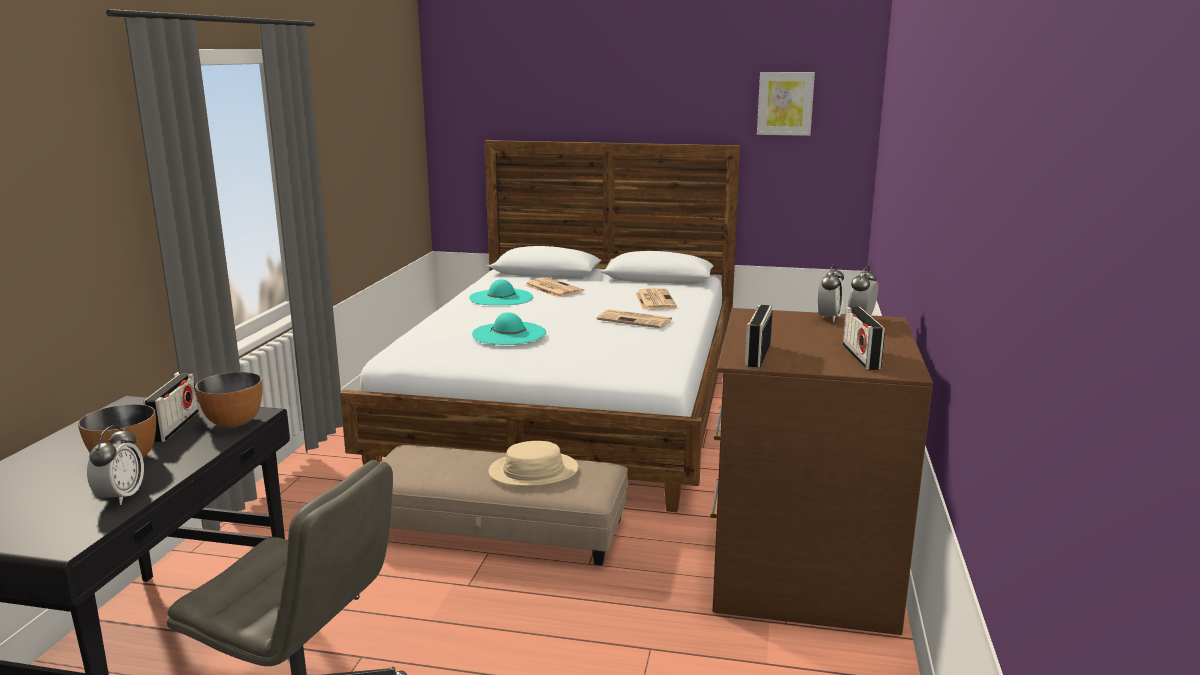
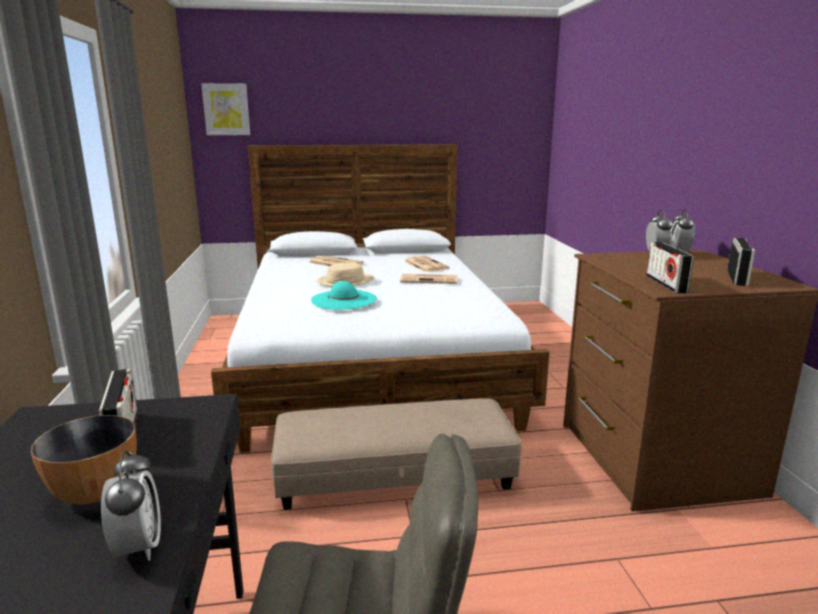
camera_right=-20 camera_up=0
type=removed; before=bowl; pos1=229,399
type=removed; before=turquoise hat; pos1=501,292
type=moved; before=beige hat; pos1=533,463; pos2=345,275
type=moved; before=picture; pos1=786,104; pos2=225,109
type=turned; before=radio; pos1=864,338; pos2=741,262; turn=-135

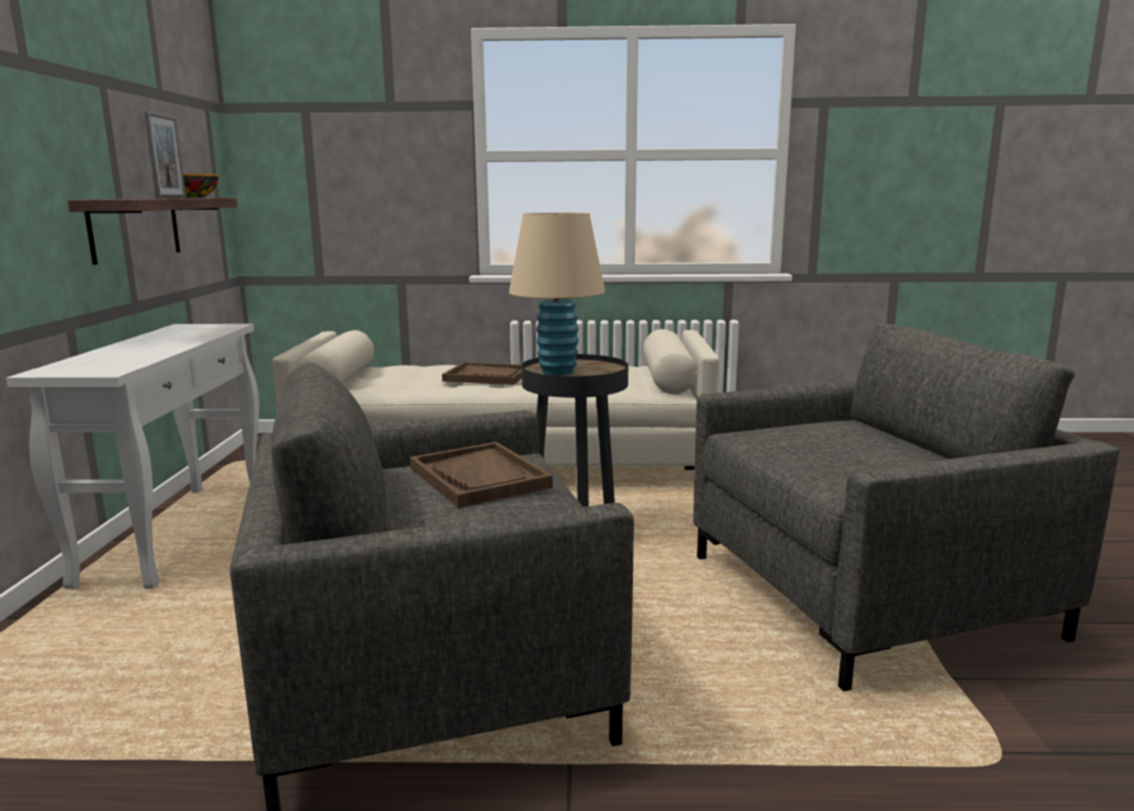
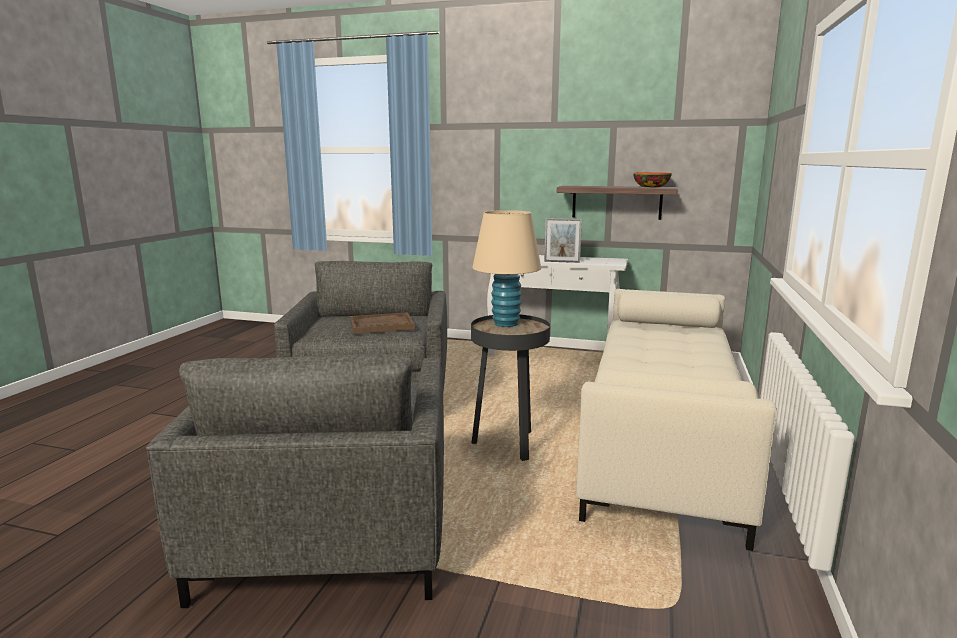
camera_right=105 camera_up=0
type=moved; before=picture frame; pos1=165,154; pos2=563,240
type=removed; before=brown tray; pos1=482,373

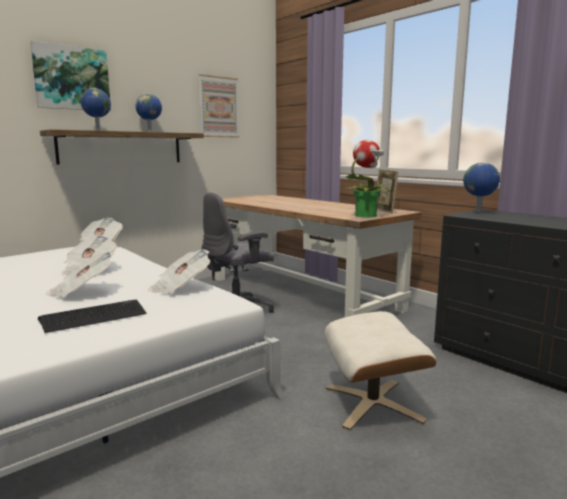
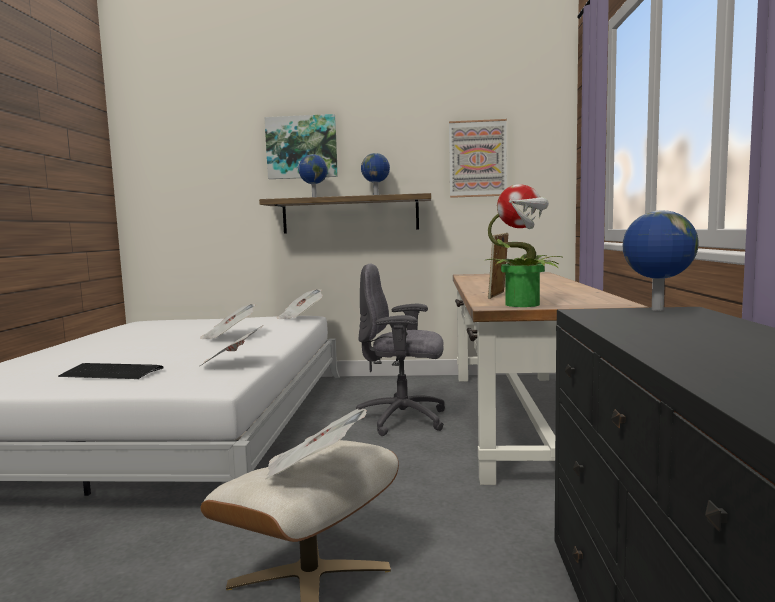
camera_right=45 camera_up=-5
type=moved; before=newspaper; pos1=80,274; pos2=316,444
type=moved; before=picture frame; pos1=388,191; pos2=498,266

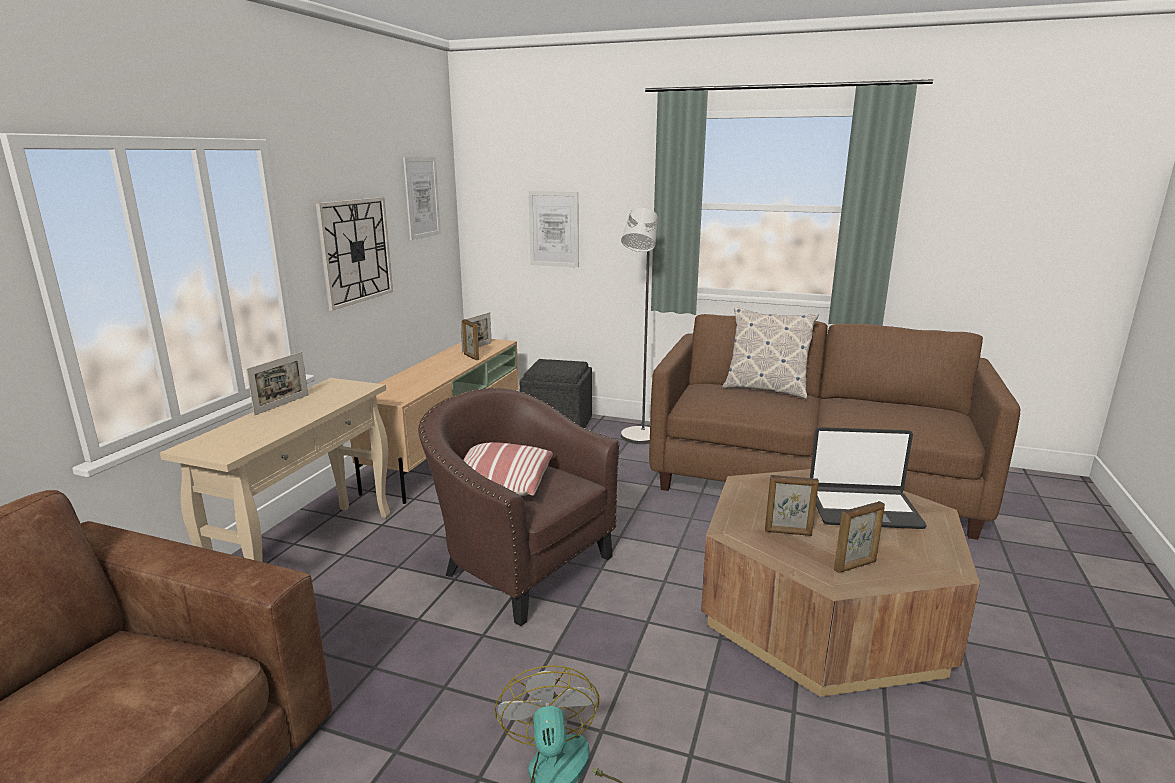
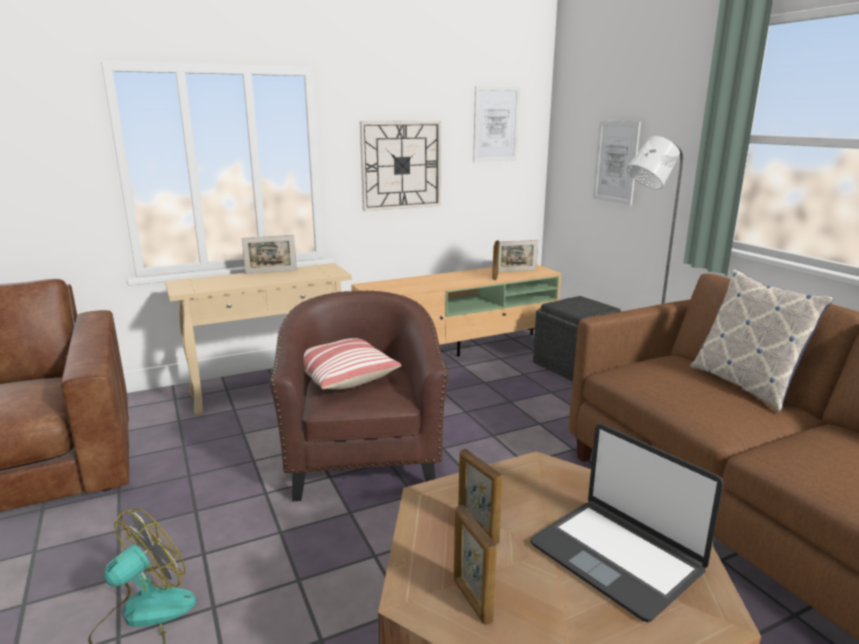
camera_right=45 camera_up=0
type=turned; before=picture frame; pos1=859,537; pos2=475,565; turn=45

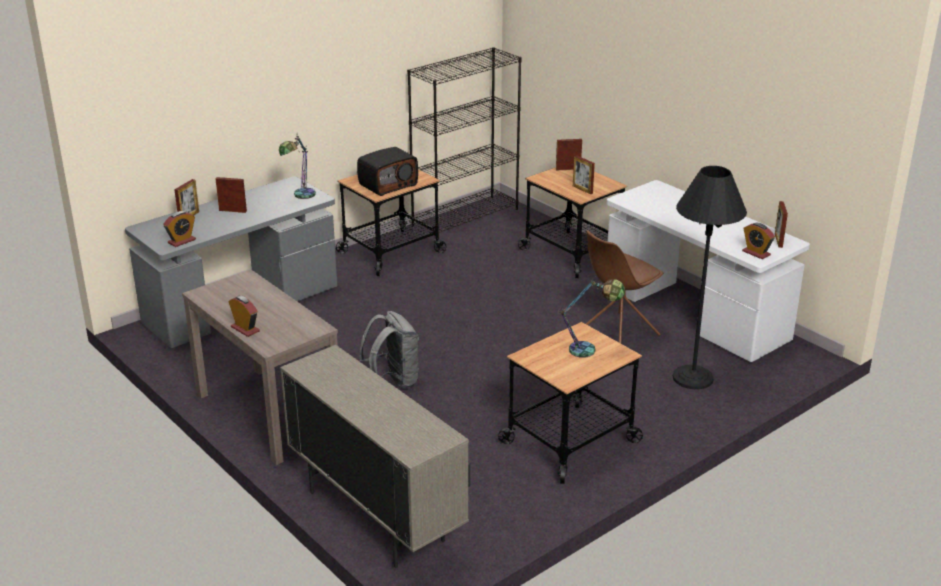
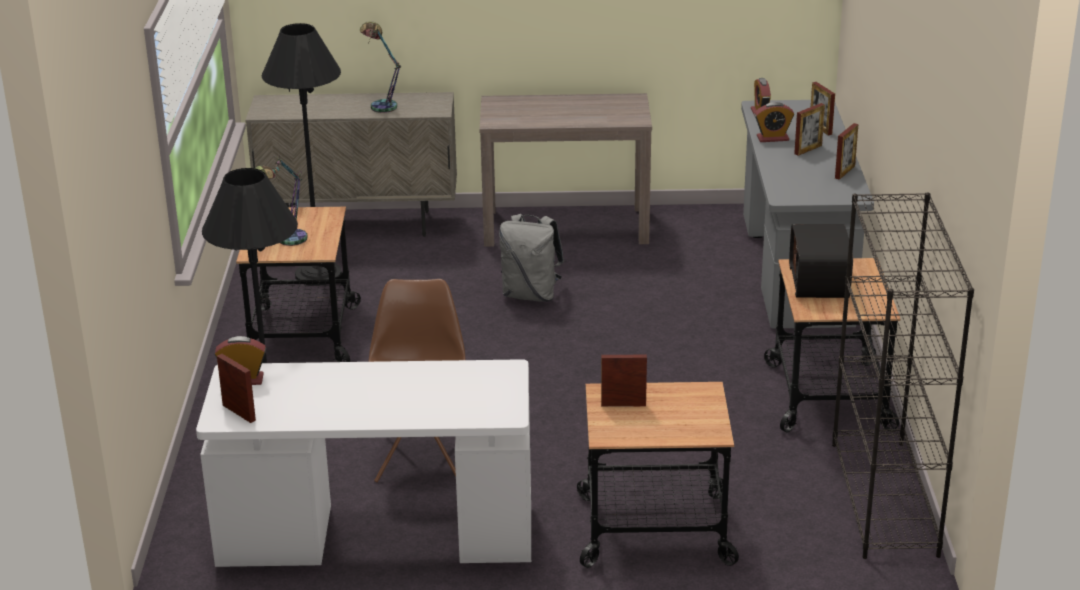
camera_right=130 camera_up=0
type=moved; before=alarm clock; pos1=244,316; pos2=774,122
type=moved; before=table lamp; pos1=297,166; pos2=380,67
type=moved; before=picture frame; pos1=569,154; pos2=846,151
type=added; after=black floor lamp; pos2=301,154

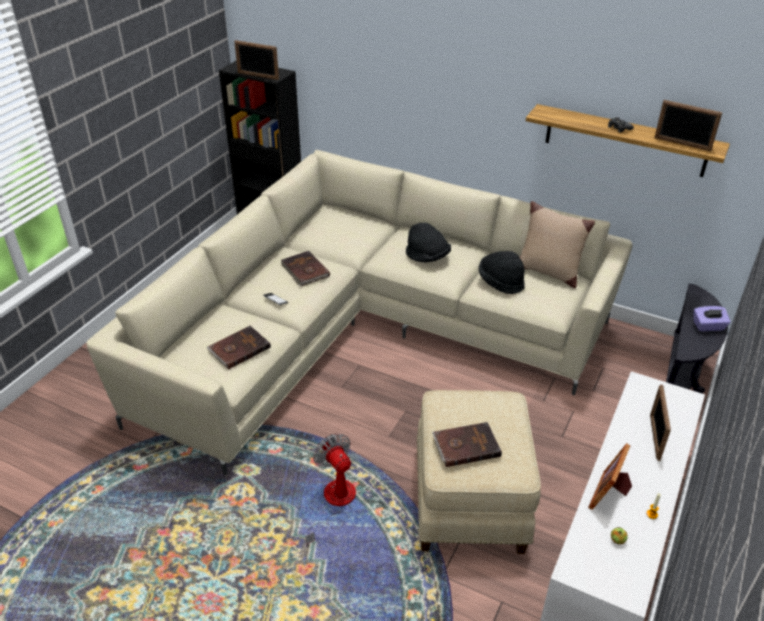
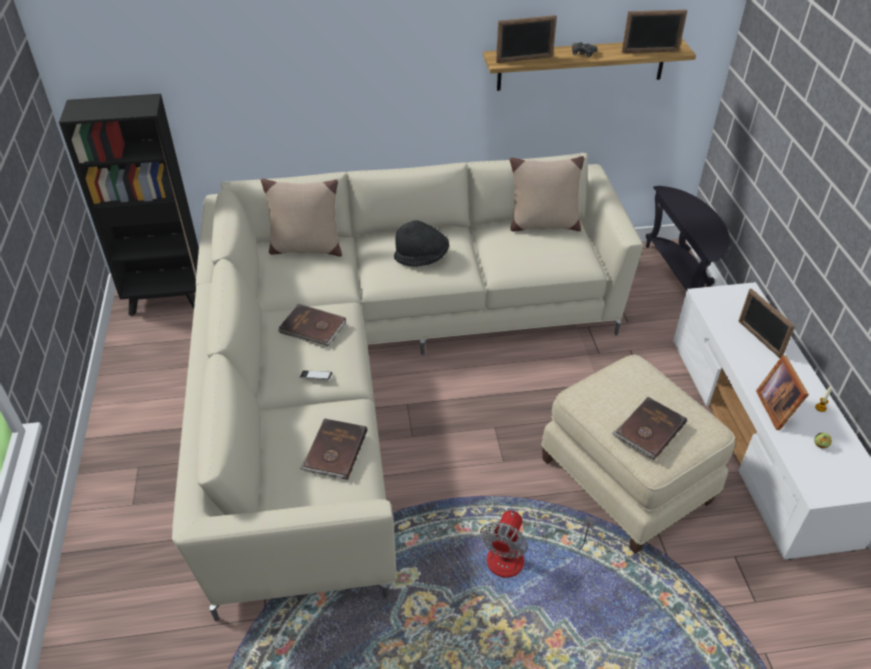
camera_right=-35 camera_up=5
type=moved; before=picture frame; pos1=256,60; pos2=526,39
type=turned; before=fan; pos1=331,490; pos2=537,544; turn=-90
type=removed; before=black hat; pos1=502,272
type=removed; before=purple tissue box; pos1=712,318
type=added; after=beige pillow; pos2=301,218

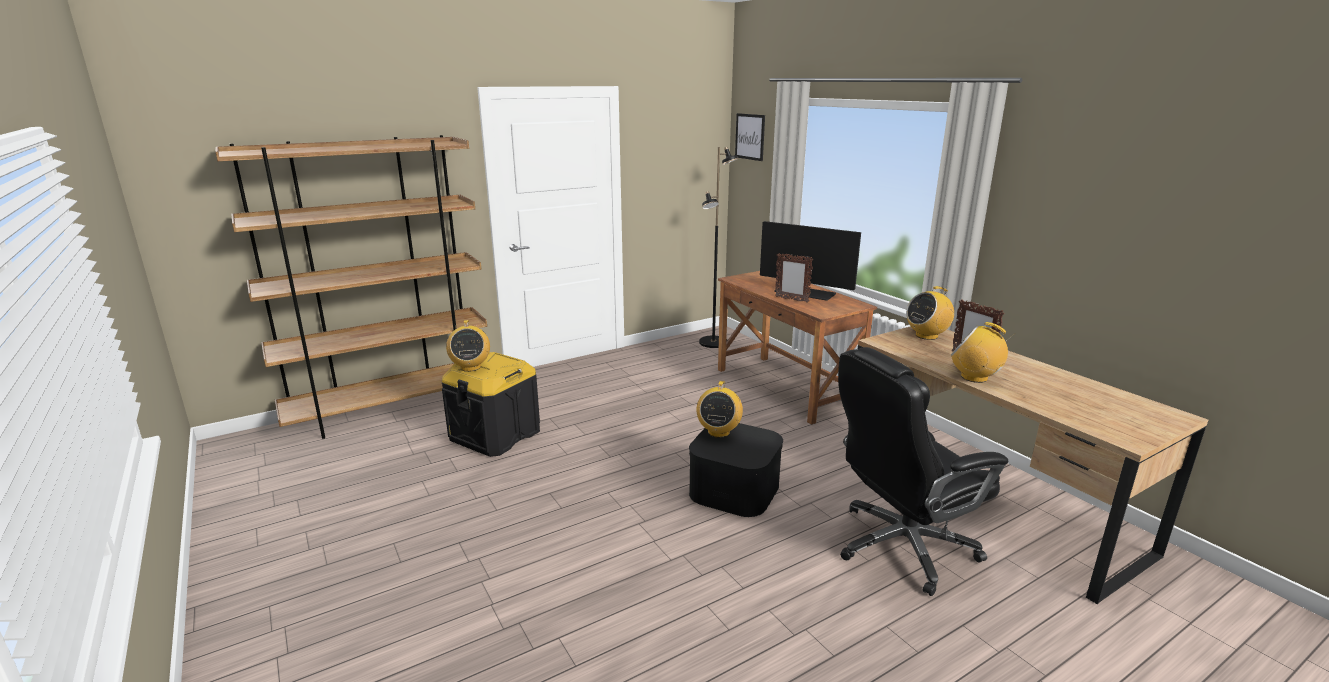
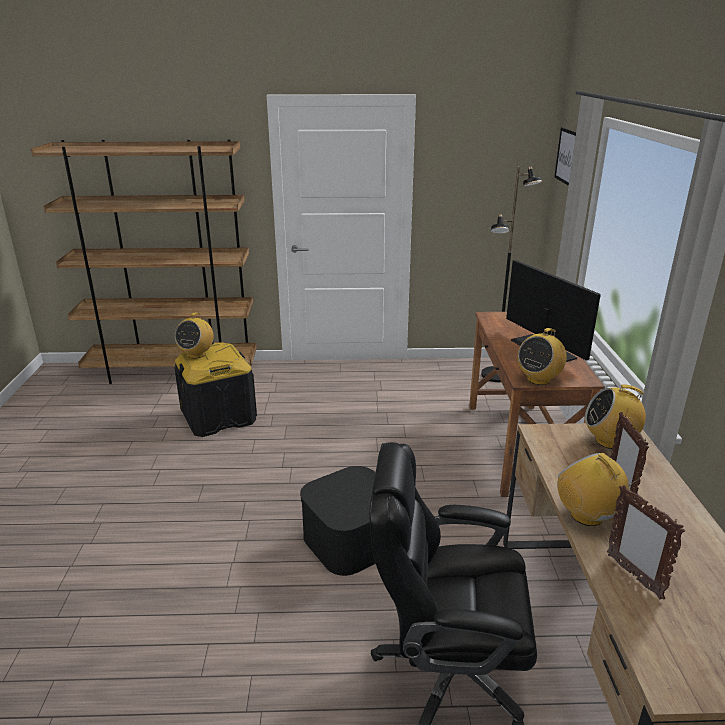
camera_right=30 camera_up=5
type=moved; before=radio; pos1=719,409; pos2=542,356
type=moved; before=picture frame; pos1=794,278; pos2=646,542

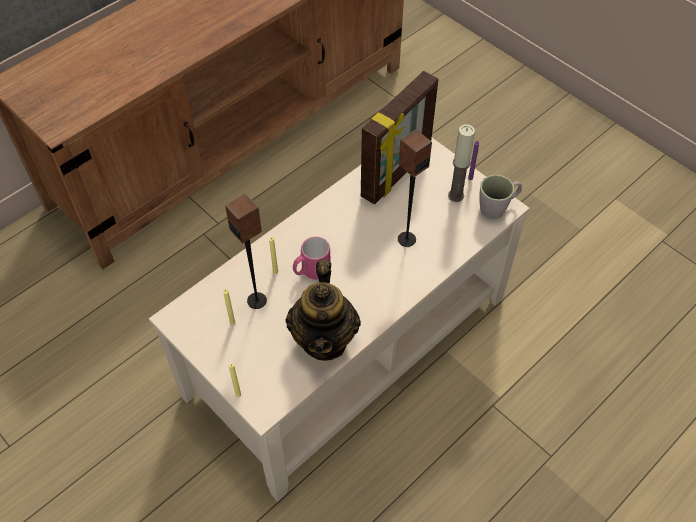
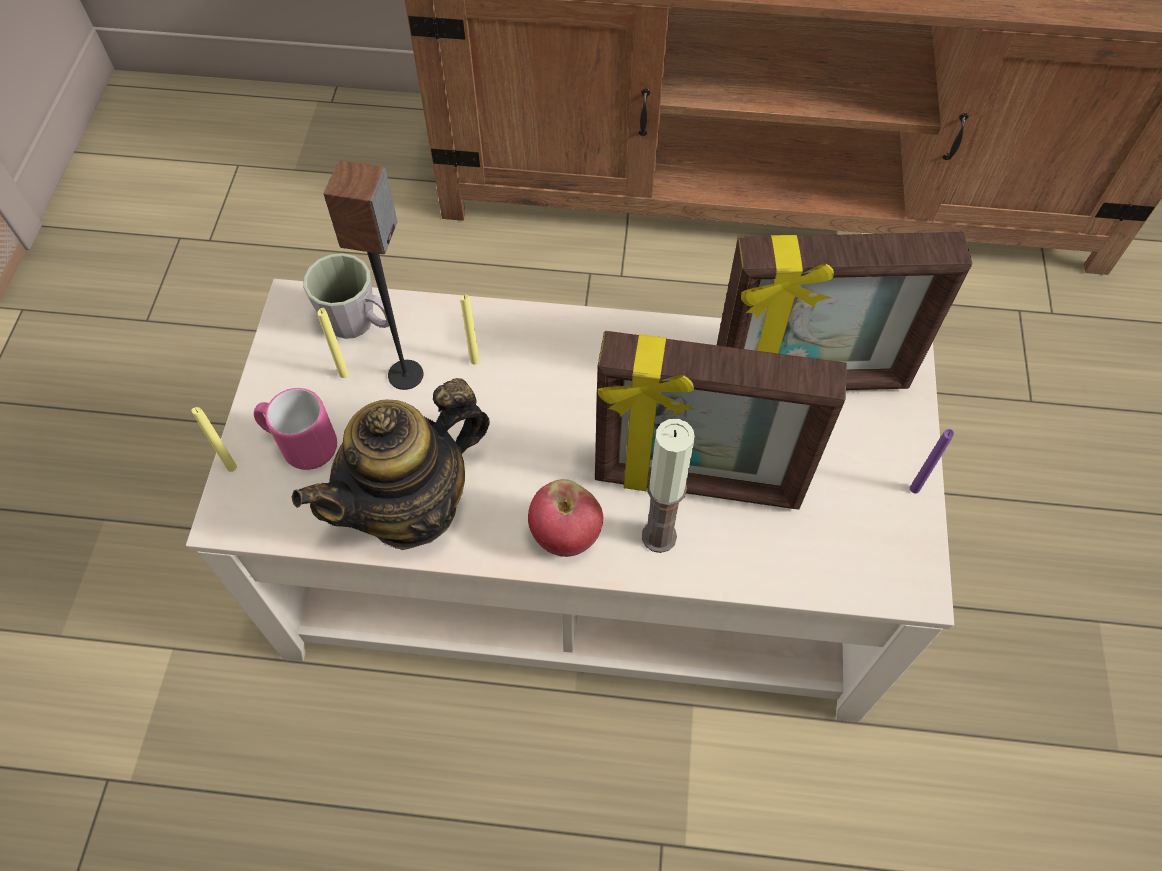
camera_right=50 camera_up=5
type=moved; before=pink mug; pos1=312,258; pos2=295,429
type=replaced; before=speaker; after=picture frame; pos1=415,188; pos2=721,420
type=moved; before=candle; pos1=461,163; pos2=668,486
type=moved; before=grey mug; pos1=501,196; pos2=346,296
type=added; after=apple; pos2=565,518

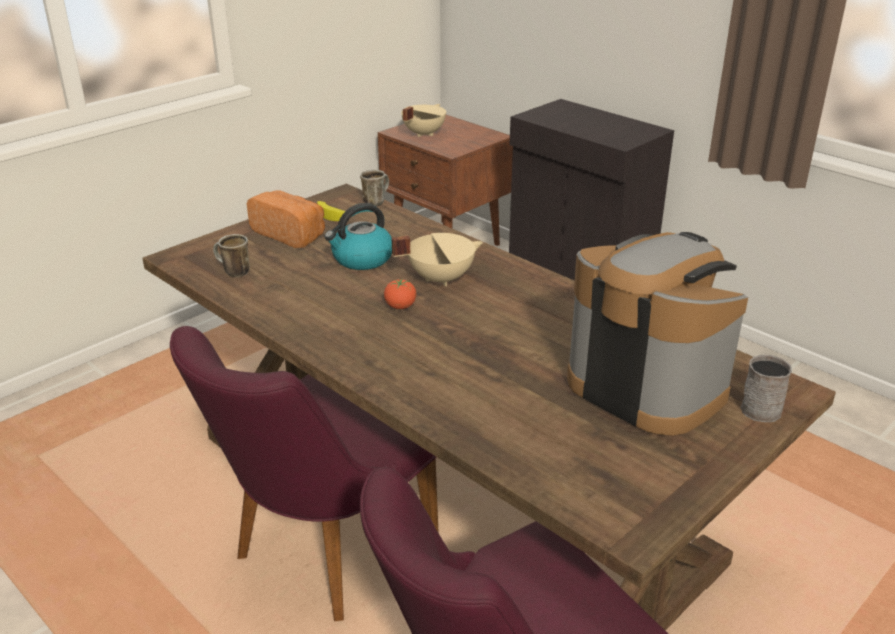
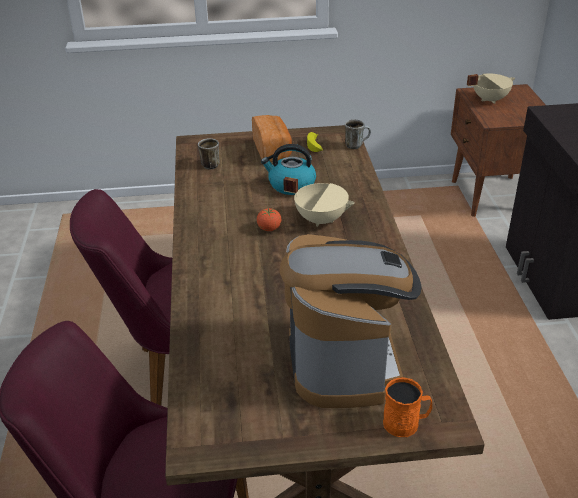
camera_right=40 camera_up=5
type=recoloured; before=grey mug; after=orange mug; pos1=766,388; pos2=407,407

